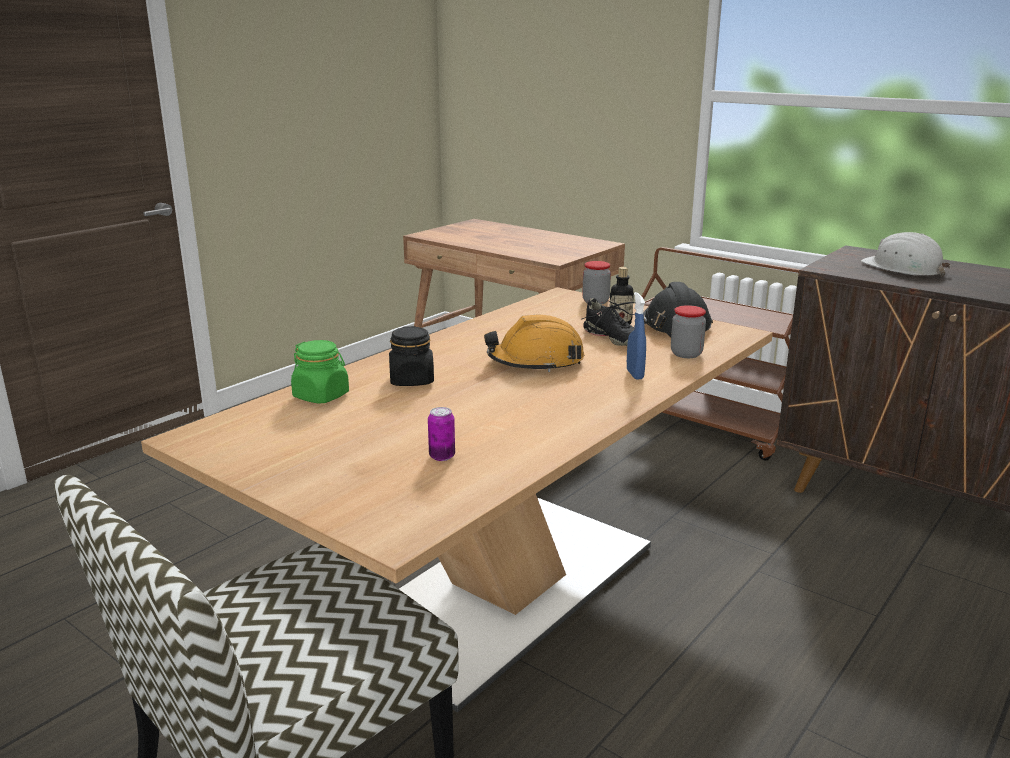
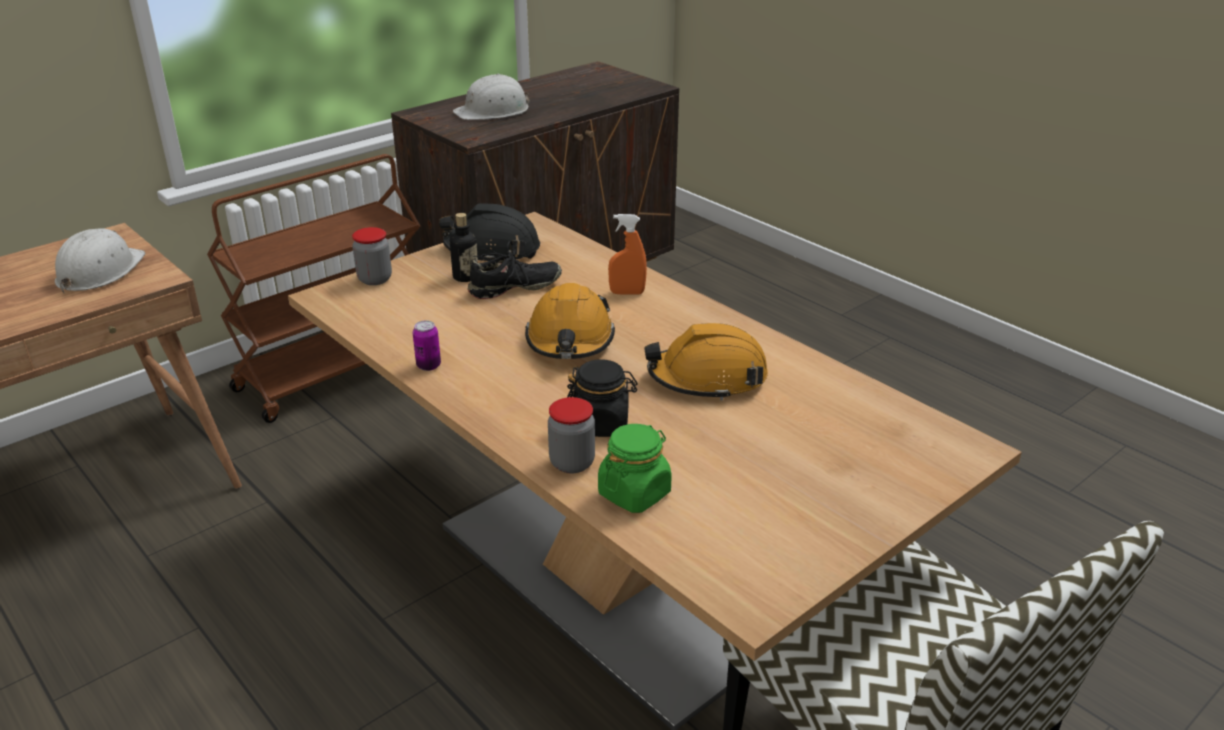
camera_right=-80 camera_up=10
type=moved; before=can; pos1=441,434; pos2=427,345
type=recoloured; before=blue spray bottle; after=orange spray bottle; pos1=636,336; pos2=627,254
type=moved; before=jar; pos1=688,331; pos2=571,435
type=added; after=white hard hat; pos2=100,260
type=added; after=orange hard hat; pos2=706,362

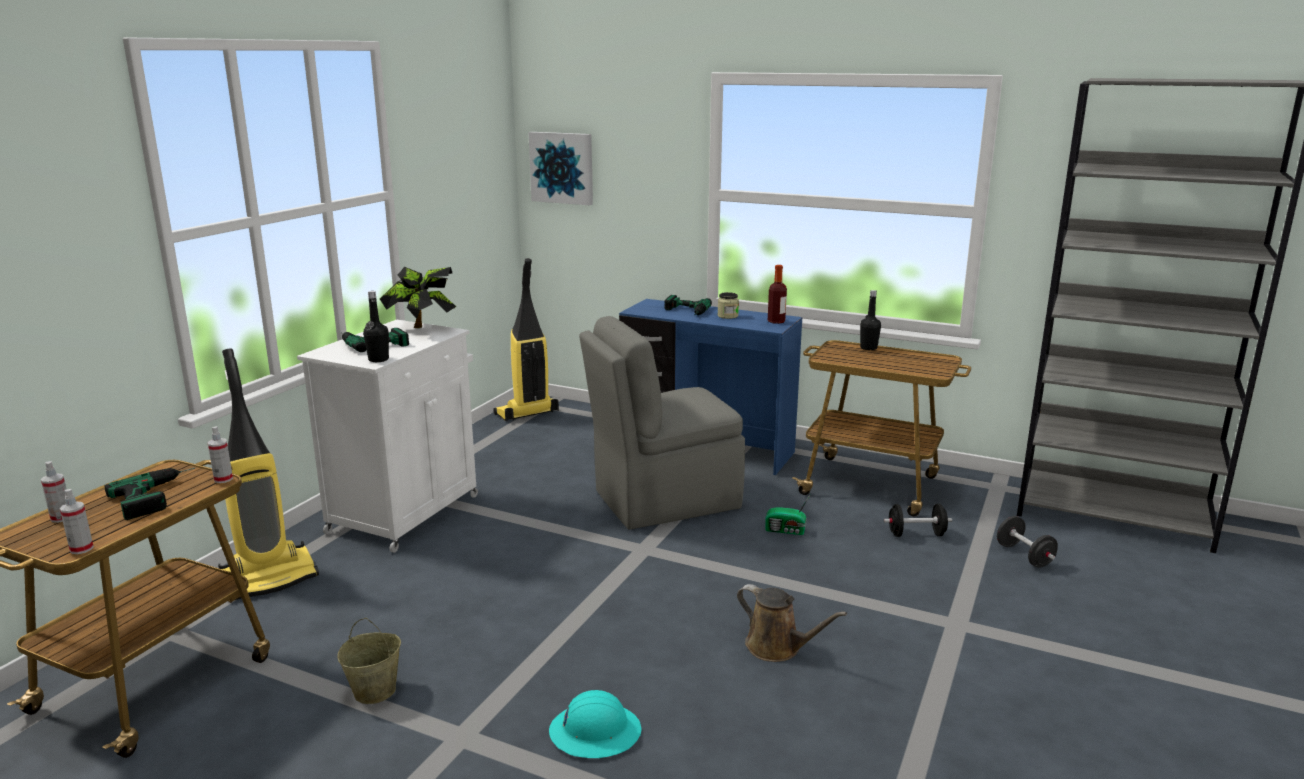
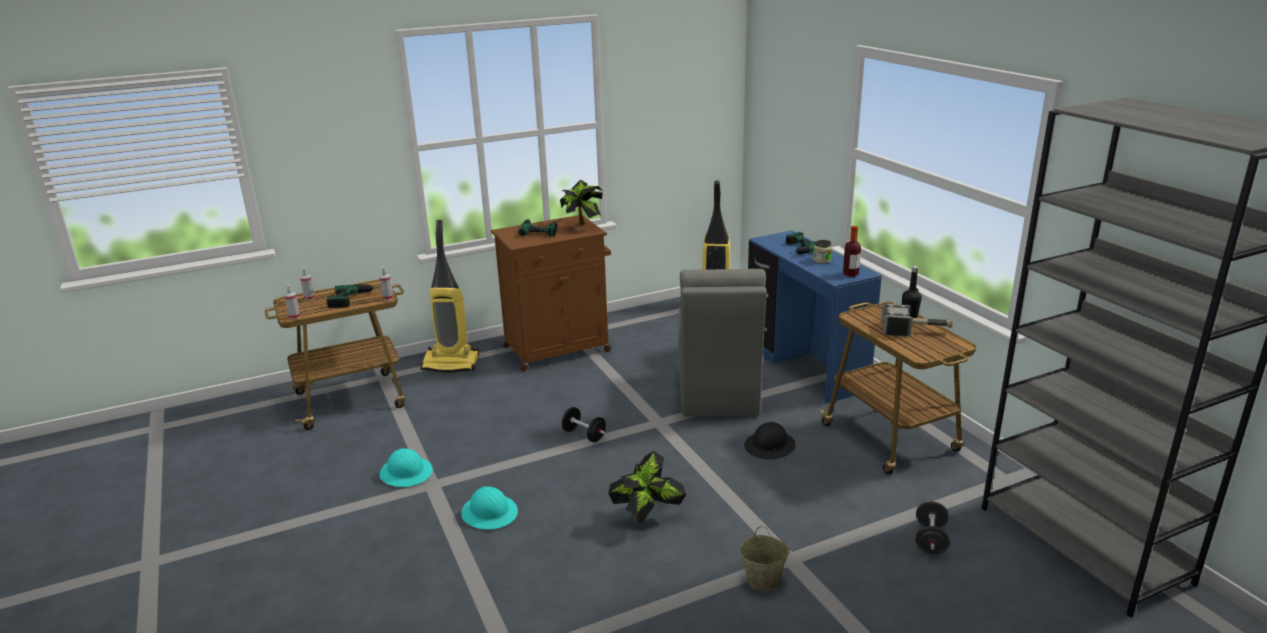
camera_right=40 camera_up=5
type=recoloured; before=white cabinet; after=brown cabinet; pos1=387,436; pos2=551,293
type=moved; before=beige bucket; pos1=369,661; pos2=764,558
type=removed; before=black bottle; pos1=376,326
type=removed; before=picture; pos1=560,168
type=turned; before=grey chair; pos1=662,423; pos2=722,343; turn=-105
type=replaced; before=brown watering can; after=potted plant; pos1=792,623; pos2=647,486
type=replaced; before=radio; after=black hard hat; pos1=788,514; pos2=770,440
type=moved; before=black dumbbell; pos1=918,520; pos2=584,424
type=added; after=turquoise hard hat; pos2=406,467
type=added; after=hammer; pos2=917,320

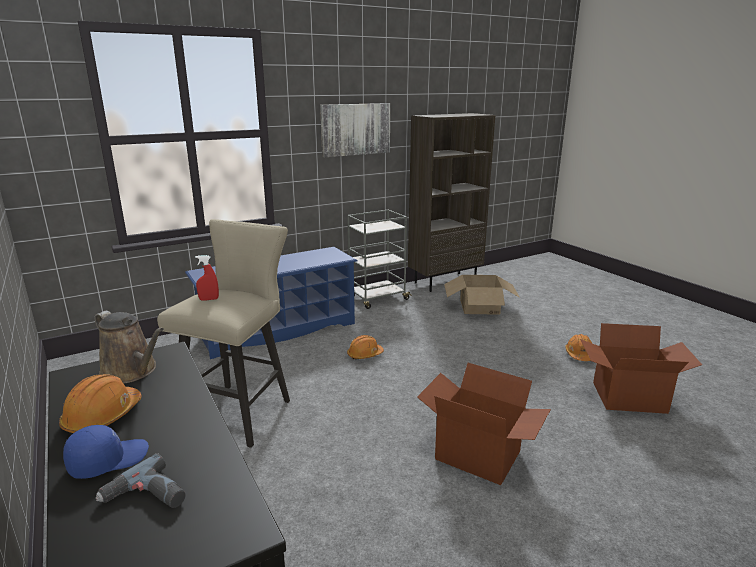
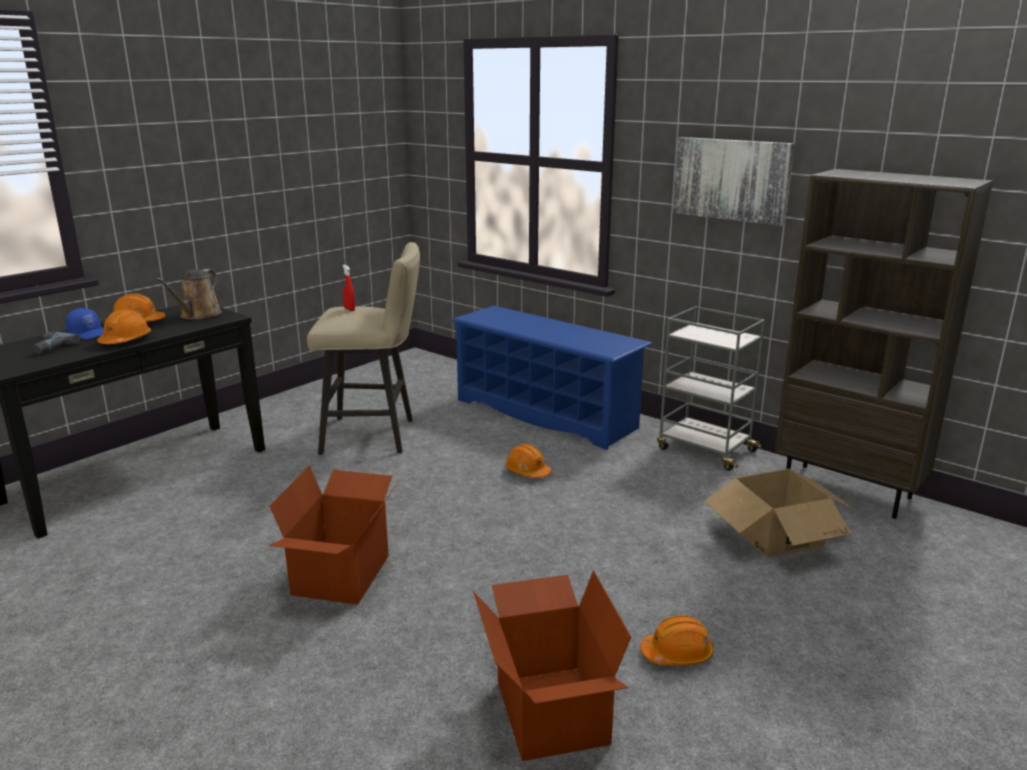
camera_right=70 camera_up=0
type=added; after=orange hard hat; pos2=124,326

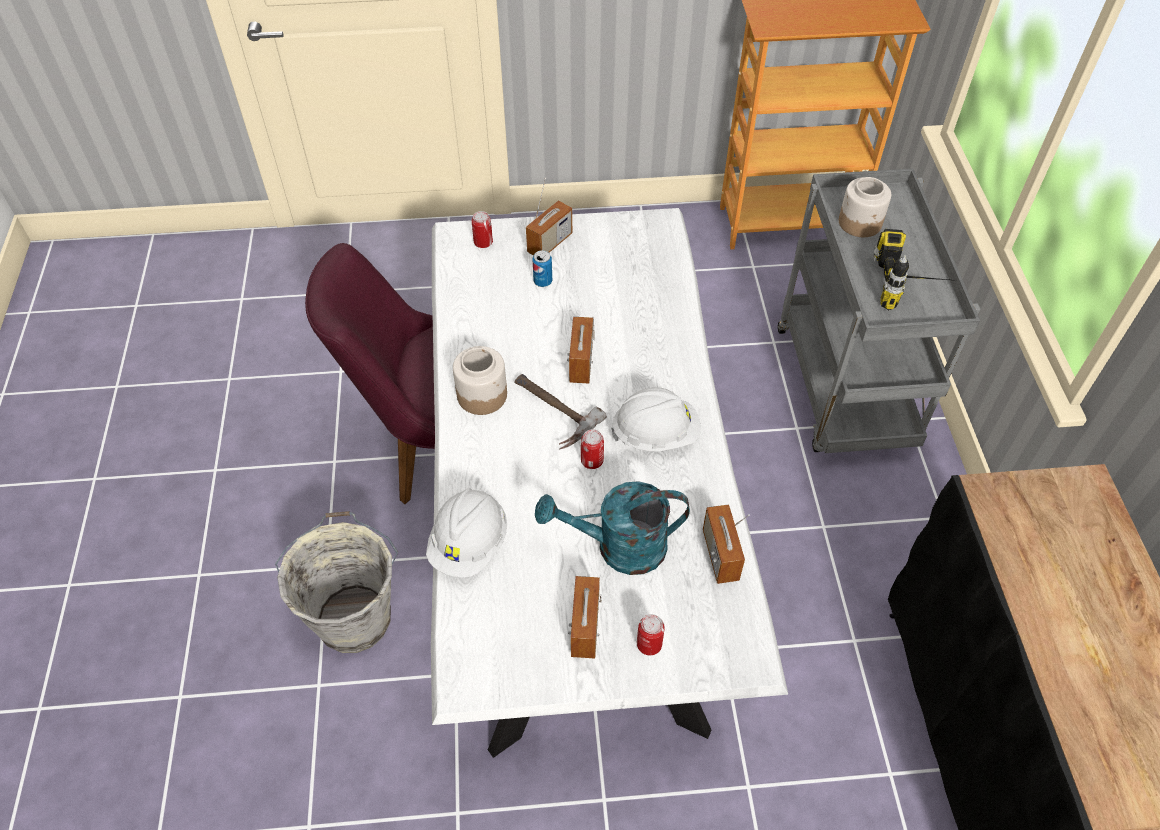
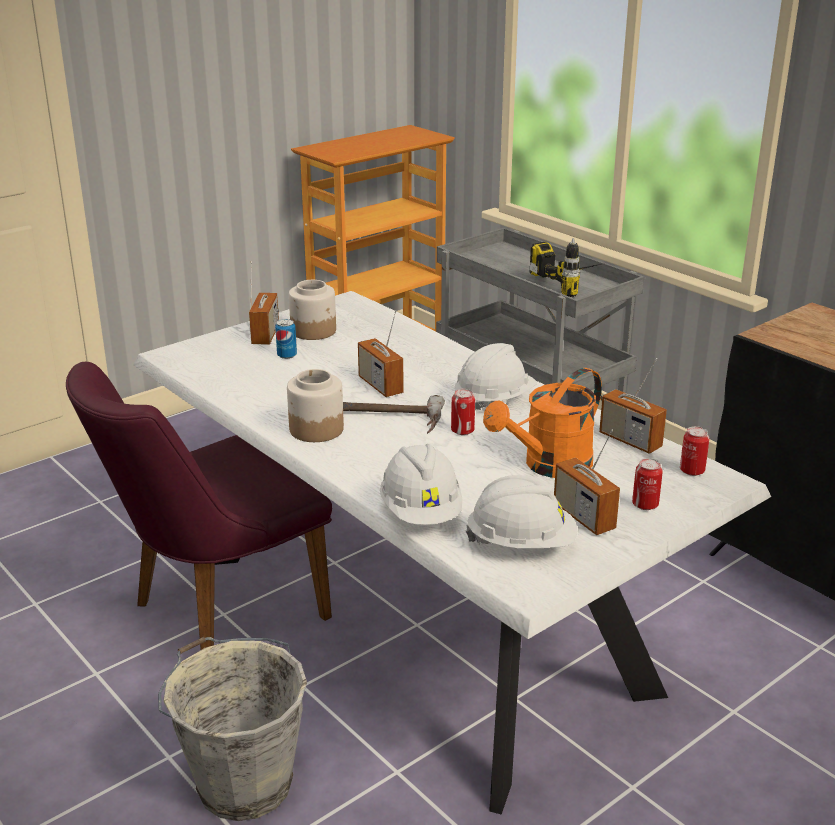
camera_right=-35 camera_up=-25
type=moved; before=can; pos1=482,229; pos2=694,451
type=recoloured; before=turquoise watering can; after=orange watering can; pos1=612,528; pos2=542,423
type=moved; before=jar; pos1=865,207; pos2=312,310
type=added; after=white hard hat; pos2=521,511

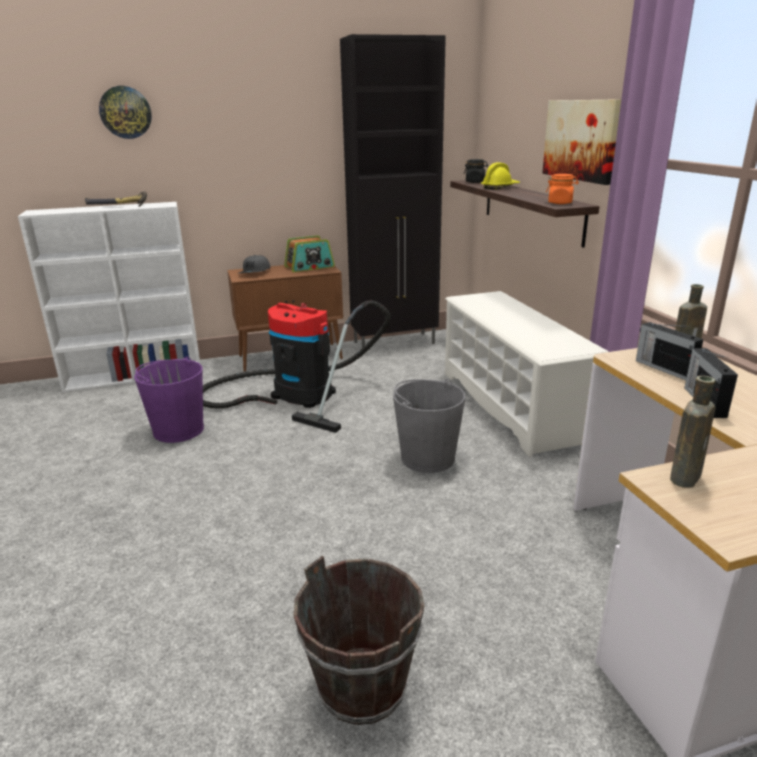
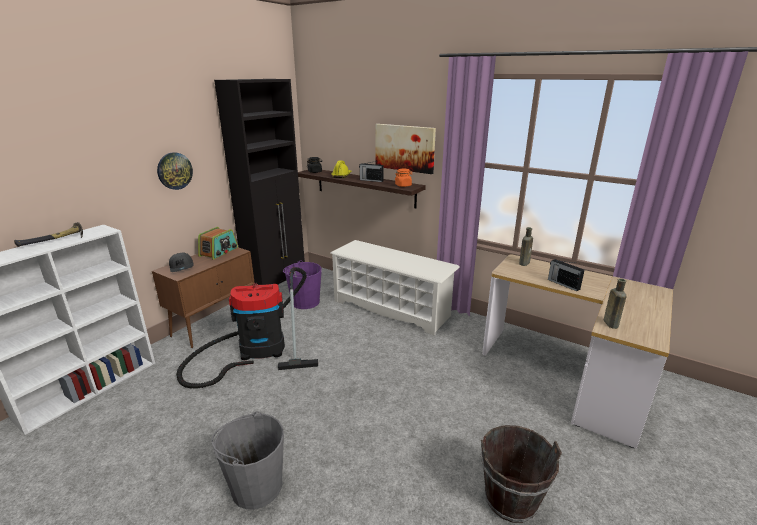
camera_right=-40 camera_up=0
type=moved; before=wall clock; pos1=125,112; pos2=175,171
type=moved; before=purple bucket; pos1=169,399; pos2=302,284
type=moved; before=grey bucket; pos1=429,426; pos2=247,460
type=moved; before=radio; pos1=669,351; pos2=371,171

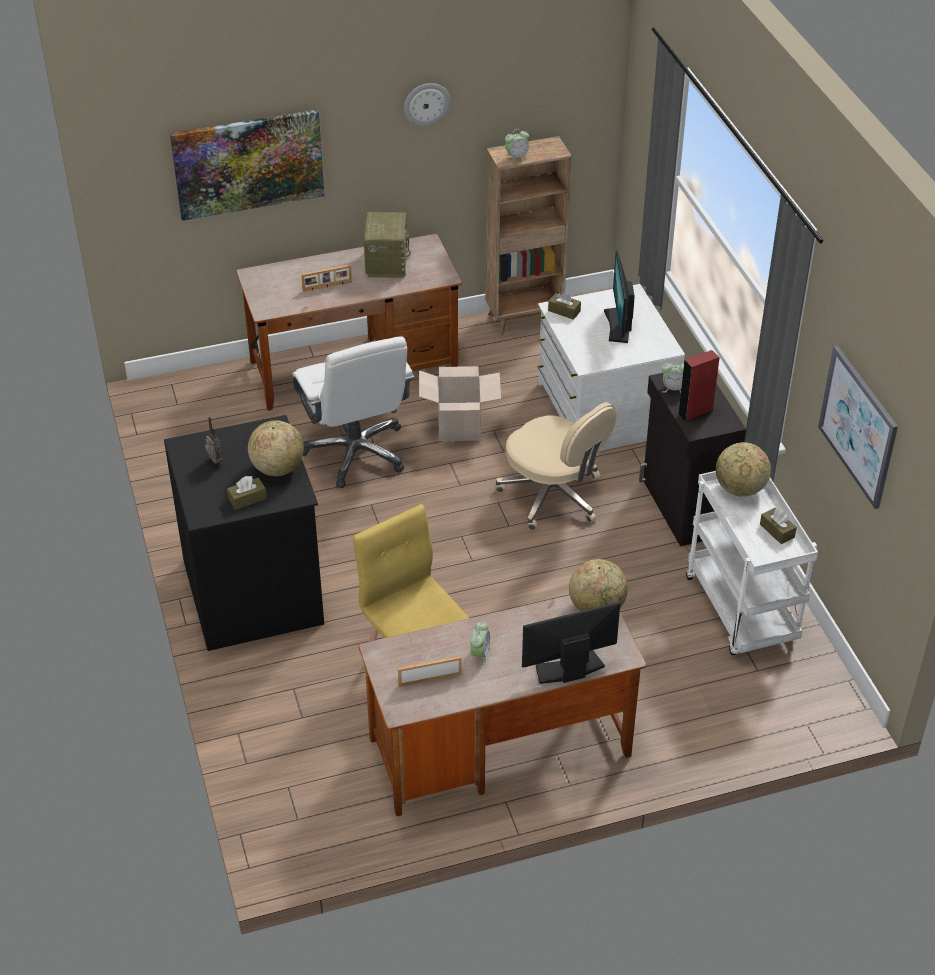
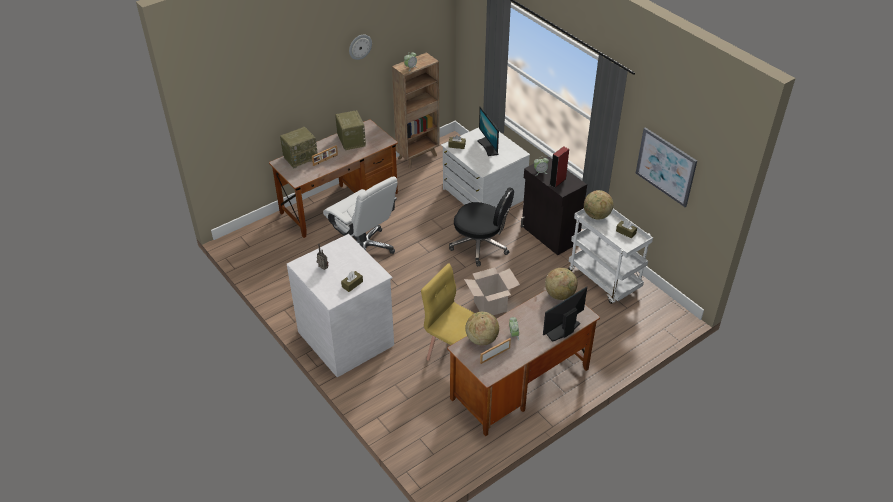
camera_right=-20 camera_up=0
type=recoloured; before=black dresser; after=white dresser; pos1=244,533; pos2=340,305
type=removed; before=picture; pos1=247,165
type=moved; before=globe; pos1=276,448; pos2=482,329
type=moved; before=cardboard box; pos1=460,403; pos2=492,291
type=recoloured; before=beige office chair; after=black office chair; pos1=556,466; pos2=481,226
type=added; after=radio; pos2=299,147

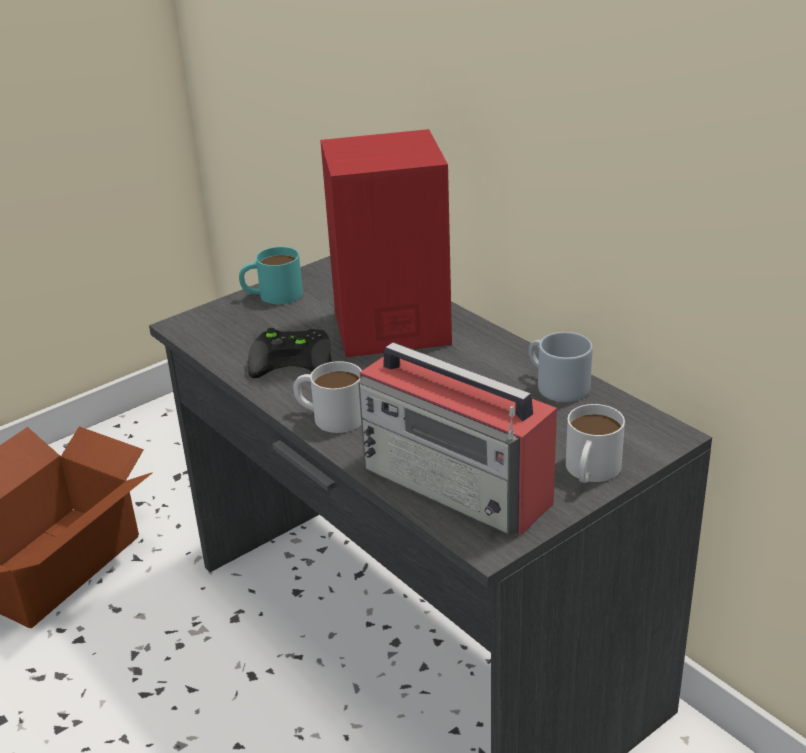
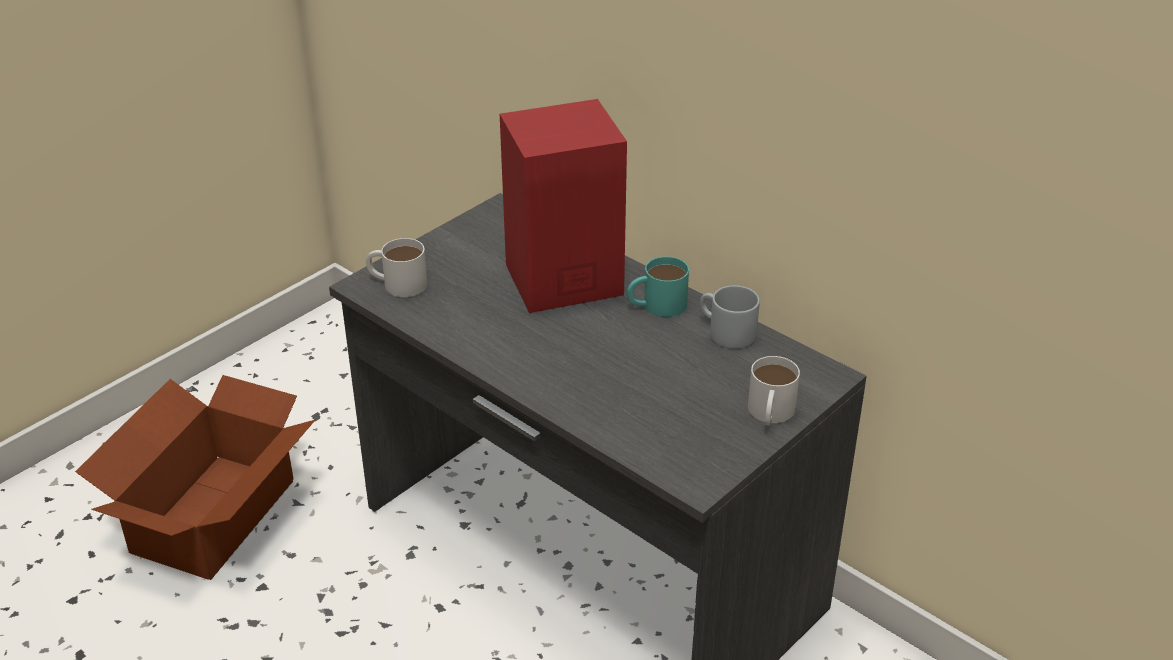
camera_right=-10 camera_up=5
type=moved; before=turquoise mug; pos1=271,275; pos2=658,286
type=removed; before=black game controller; pos1=289,353
type=moved; before=white mug; pos1=327,397; pos2=396,267
type=removed; before=radio; pos1=457,438

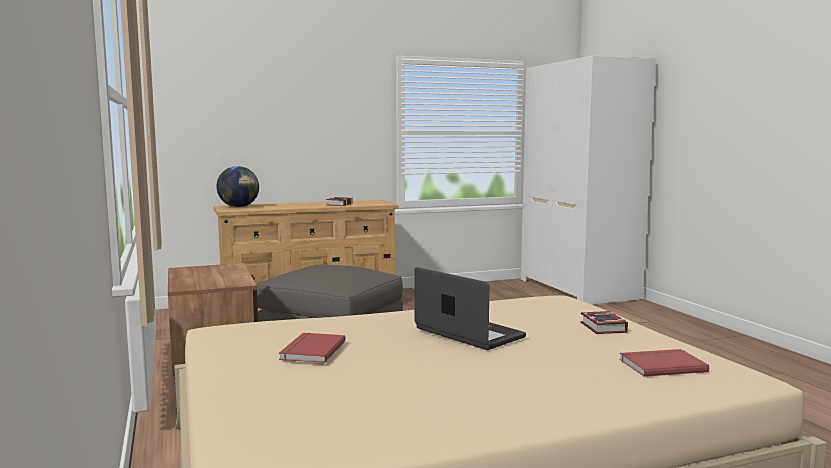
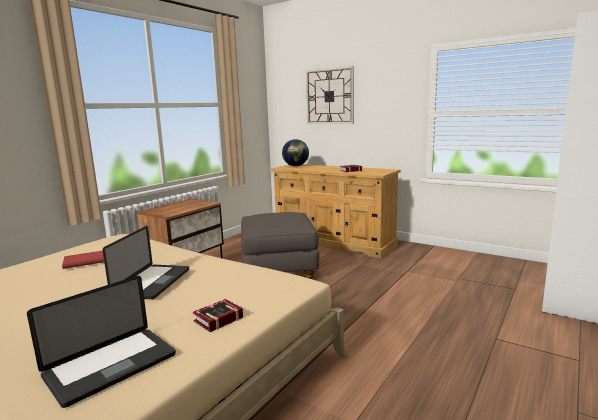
camera_right=55 camera_up=5
type=replaced; before=red book; after=laptop; pos1=664,363; pos2=101,342
type=added; after=wall clock; pos2=330,95

